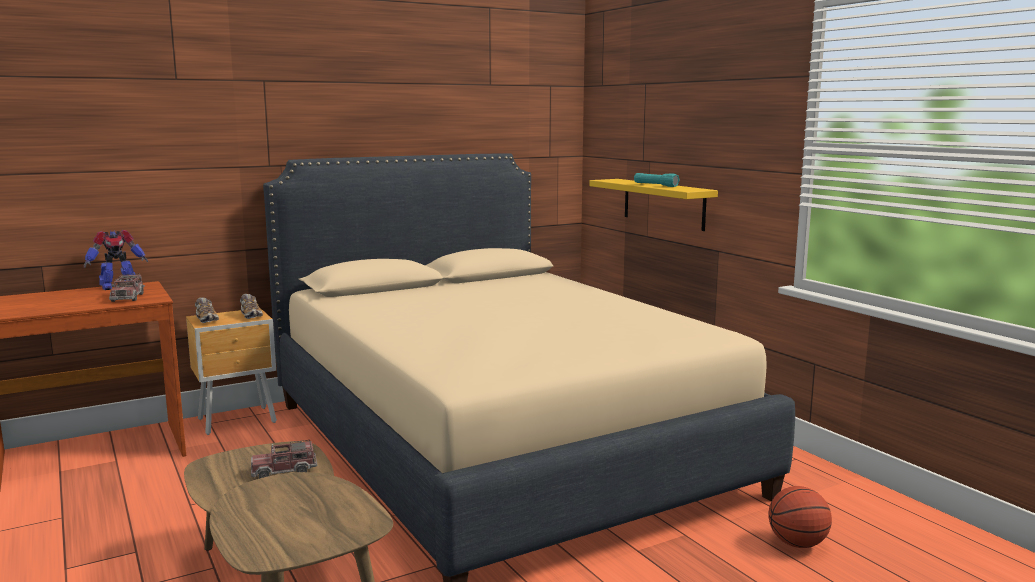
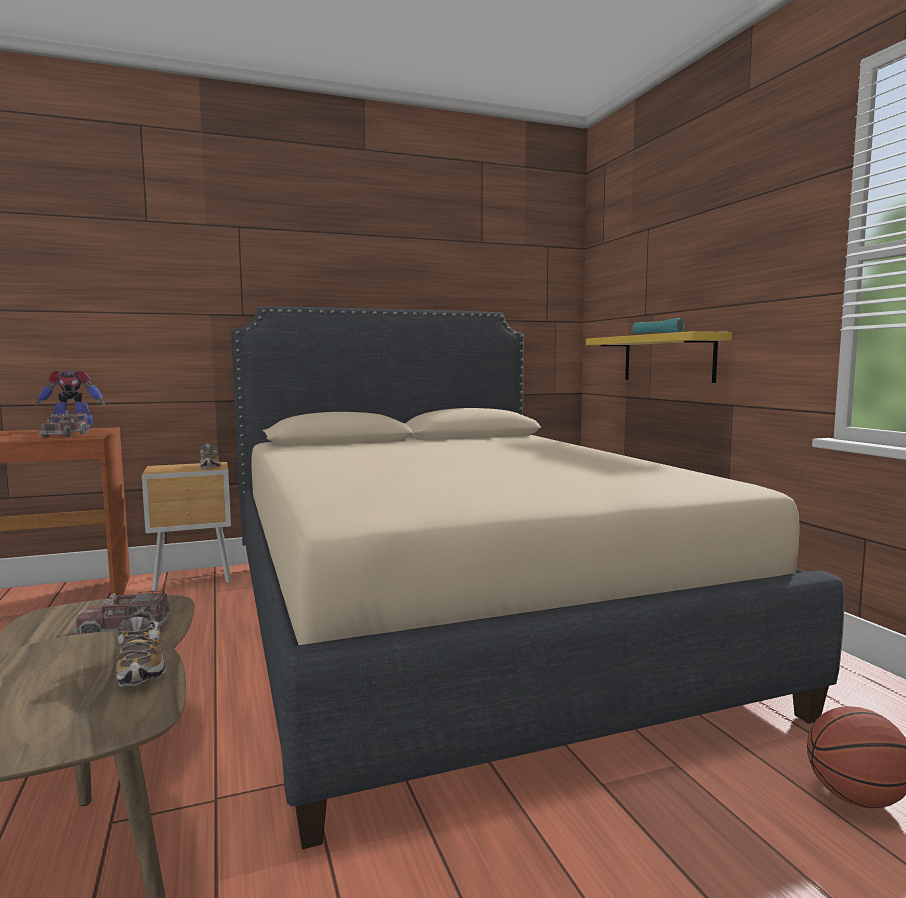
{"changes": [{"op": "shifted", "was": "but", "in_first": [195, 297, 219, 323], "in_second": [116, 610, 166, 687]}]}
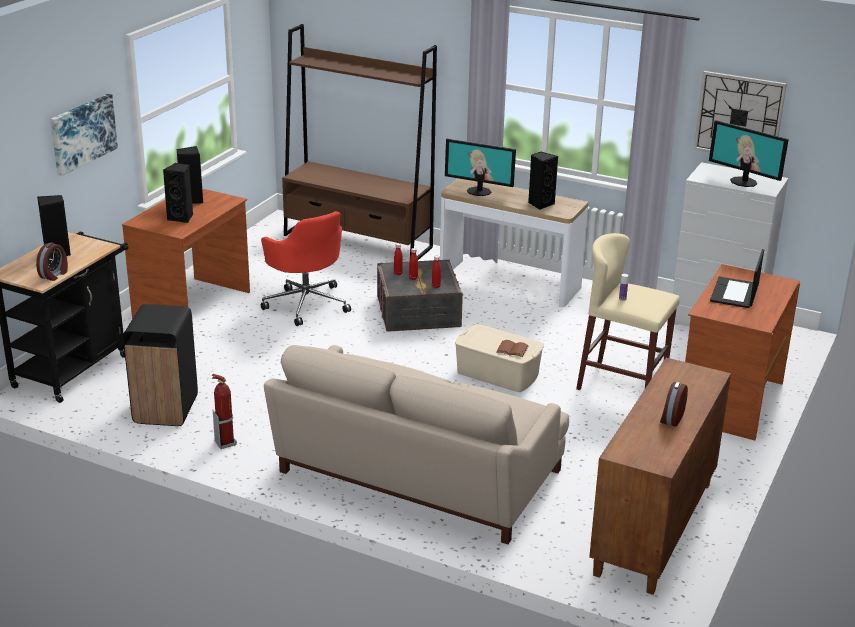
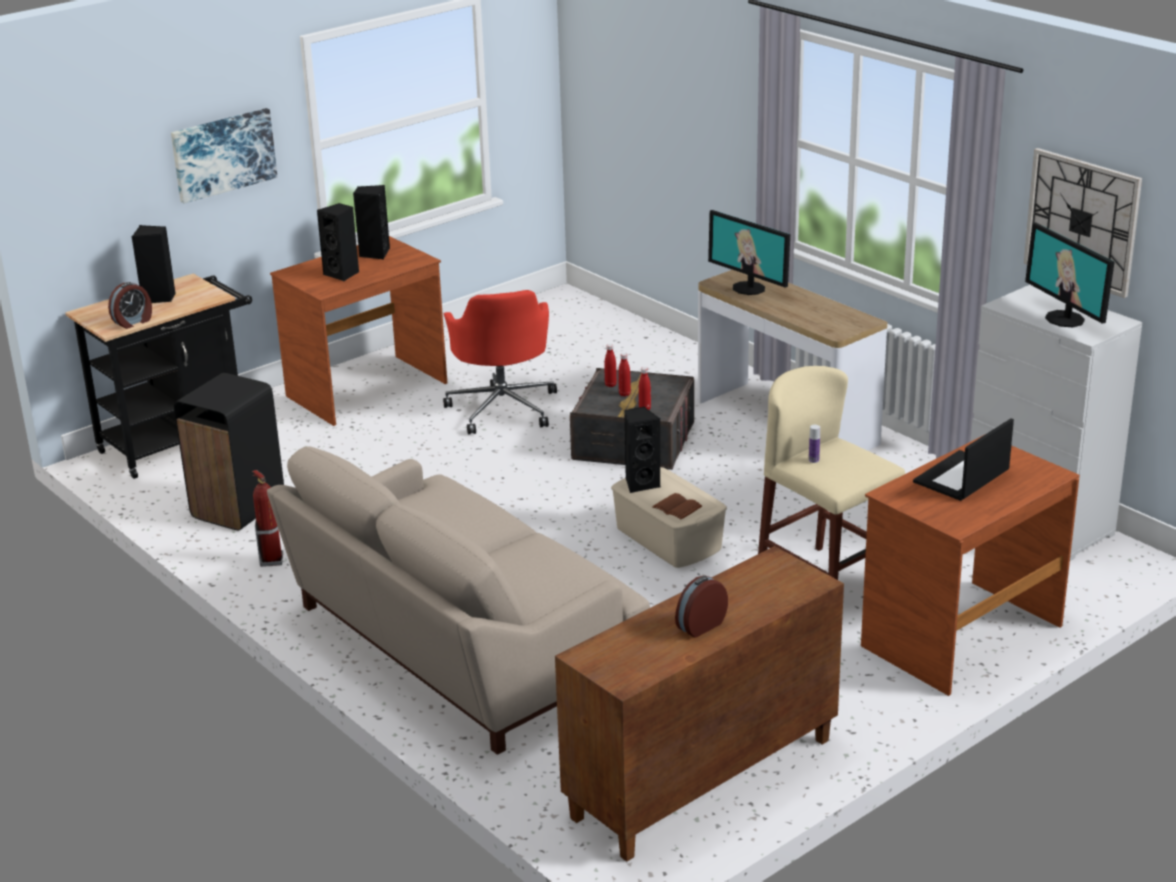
{"changes": [{"op": "gone", "was": "regał [brązowy]", "in_first": [282, 24, 437, 260]}, {"op": "shifted", "was": "głośnik [czarny]", "in_first": [528, 152, 558, 210], "in_second": [624, 407, 661, 493]}]}
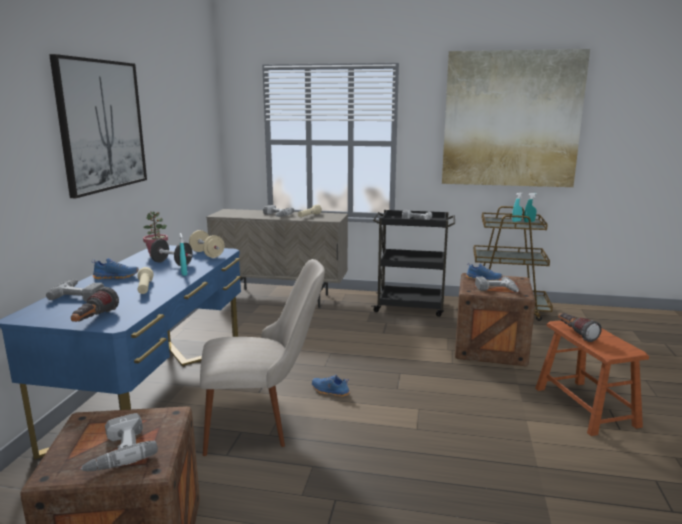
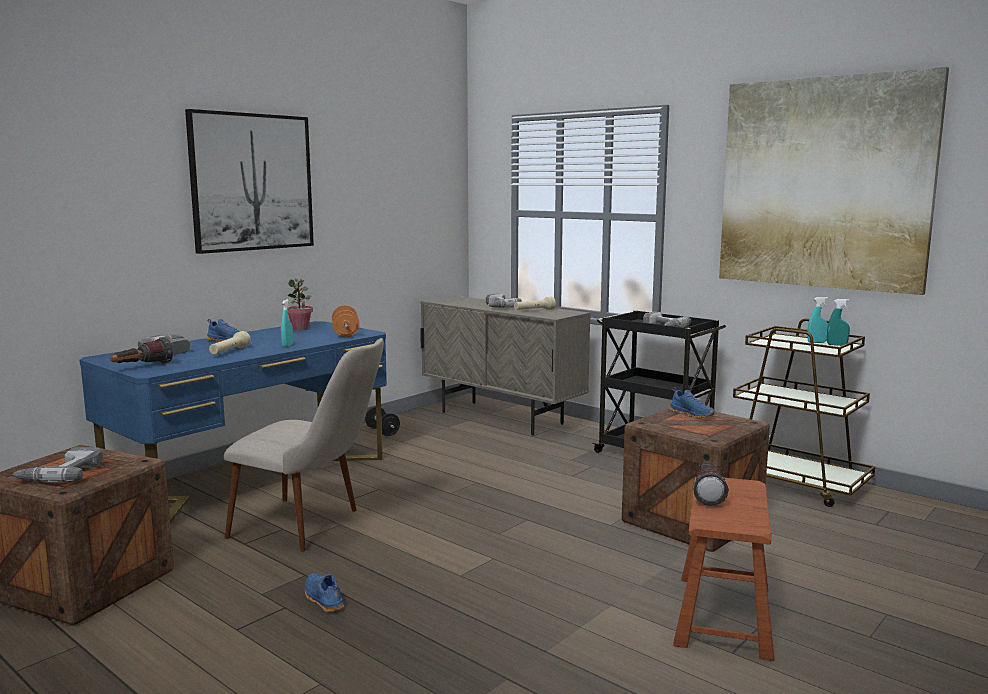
{"changes": [{"op": "gone", "was": "wiertarka", "in_first": [475, 277, 519, 292]}, {"op": "shifted", "was": "hantel [czarny]", "in_first": [150, 239, 193, 266], "in_second": [365, 407, 400, 436]}, {"op": "shifted", "was": "but [niebieski]", "in_first": [312, 375, 350, 397], "in_second": [305, 573, 344, 612]}, {"op": "repainted", "was": "hantel [beżowy]", "now": "hantel [pomarańczowy]", "in_first": [189, 230, 224, 258], "in_second": [332, 305, 360, 337]}]}
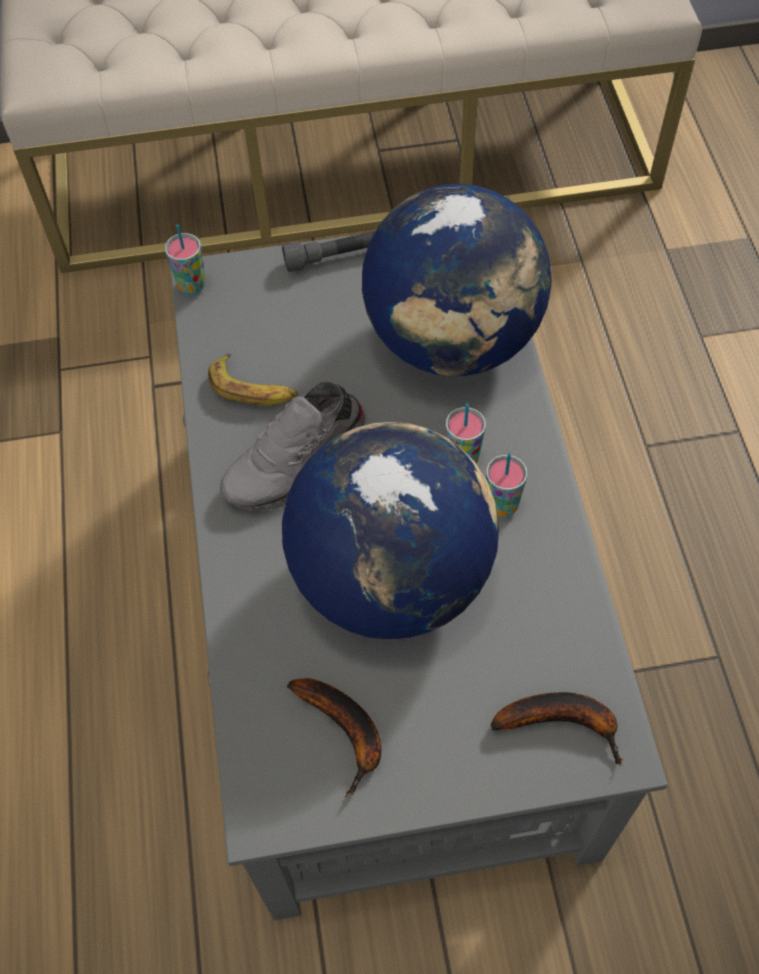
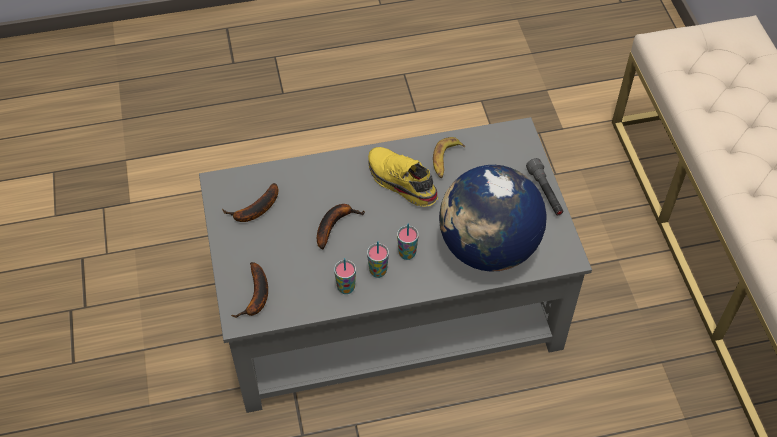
{"changes": [{"op": "shifted", "was": "filiżanka", "in_first": [165, 225, 206, 295], "in_second": [334, 258, 356, 294]}, {"op": "swapped", "was": "globus", "now": "banan", "in_first": [282, 422, 499, 640], "in_second": [317, 204, 365, 249]}, {"op": "repainted", "was": "but [szary]", "now": "but [żółty]", "in_first": [220, 381, 367, 511], "in_second": [368, 147, 438, 207]}]}
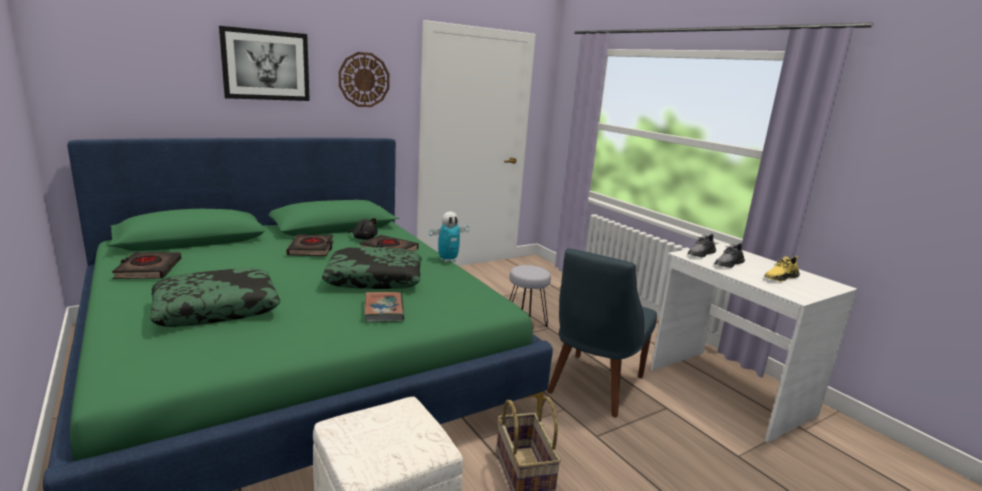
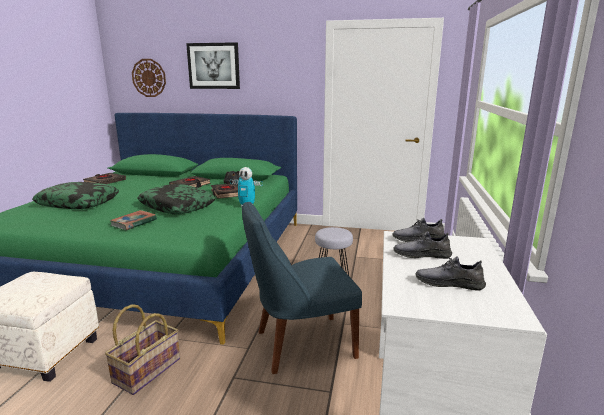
{"changes": [{"op": "shifted", "was": "zegar ścienny", "in_first": [338, 52, 390, 107], "in_second": [132, 59, 166, 97]}, {"op": "repainted", "was": "but [żółty]", "now": "but [szary]", "in_first": [764, 256, 800, 281], "in_second": [416, 256, 486, 291]}]}
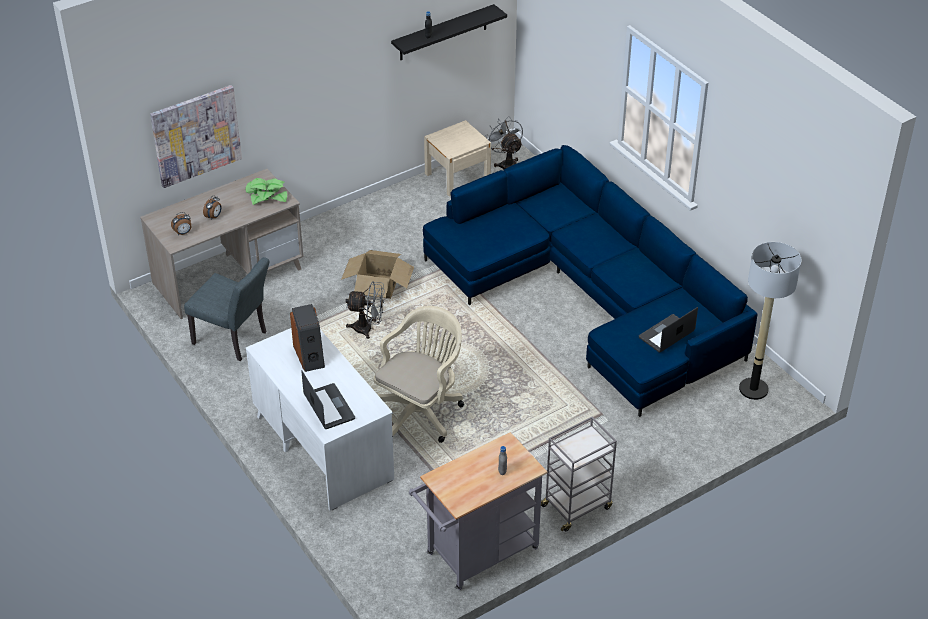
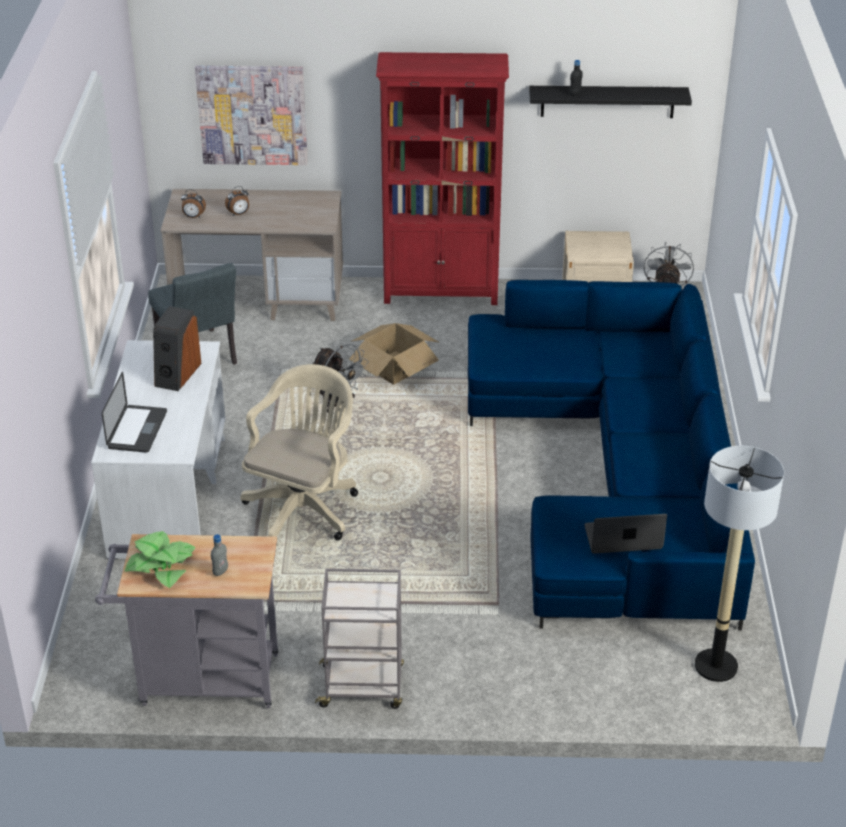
{"changes": [{"op": "new", "now": "regał [czerwony]", "in_second": [376, 52, 509, 305]}, {"op": "shifted", "was": "roślina doniczkowa", "in_first": [246, 178, 287, 205], "in_second": [125, 531, 196, 588]}, {"op": "rotated", "was": "krzesło biurowe [beżowy]", "in_first": [373, 306, 464, 443], "in_second": [240, 364, 358, 541], "clockwise": -45}]}
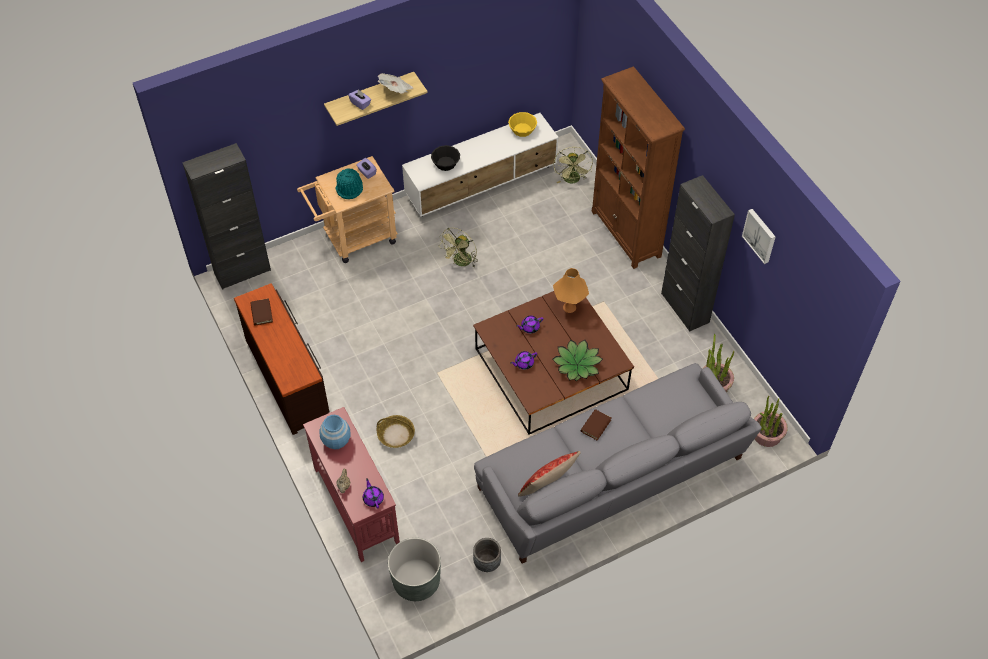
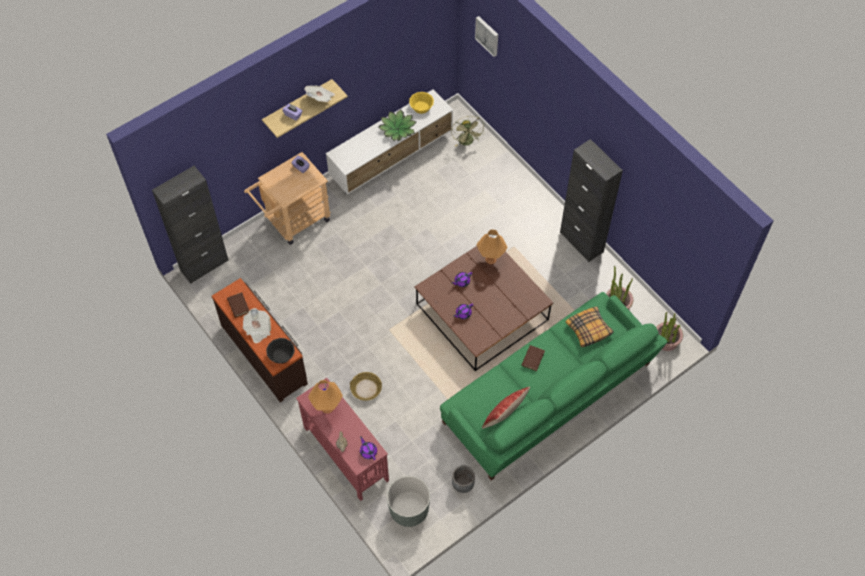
{"changes": [{"op": "gone", "was": "kapelusz [turkusowy]", "in_first": [336, 168, 363, 199]}, {"op": "gone", "was": "wentylator [zielony]", "in_first": [438, 228, 478, 267]}, {"op": "gone", "was": "regał [brązowy]", "in_first": [592, 66, 685, 269]}, {"op": "new", "now": "gazeta", "in_second": [243, 308, 271, 343]}, {"op": "new", "now": "poduszka", "in_second": [566, 307, 614, 347]}, {"op": "shifted", "was": "miska [czarny]", "in_first": [431, 145, 460, 171], "in_second": [266, 338, 295, 364]}, {"op": "shifted", "was": "roślina doniczkowa", "in_first": [552, 340, 603, 381], "in_second": [378, 109, 416, 141]}, {"op": "shifted", "was": "obraz", "in_first": [742, 209, 775, 264], "in_second": [475, 16, 498, 57]}, {"op": "swapped", "was": "wazon [niebieski]", "now": "lampa stołowa [pomarańczowy]", "in_first": [319, 415, 351, 449], "in_second": [308, 380, 343, 414]}, {"op": "repainted", "was": "kanapa [szary]", "now": "kanapa [zielony]", "in_first": [474, 363, 762, 564], "in_second": [440, 292, 668, 480]}]}
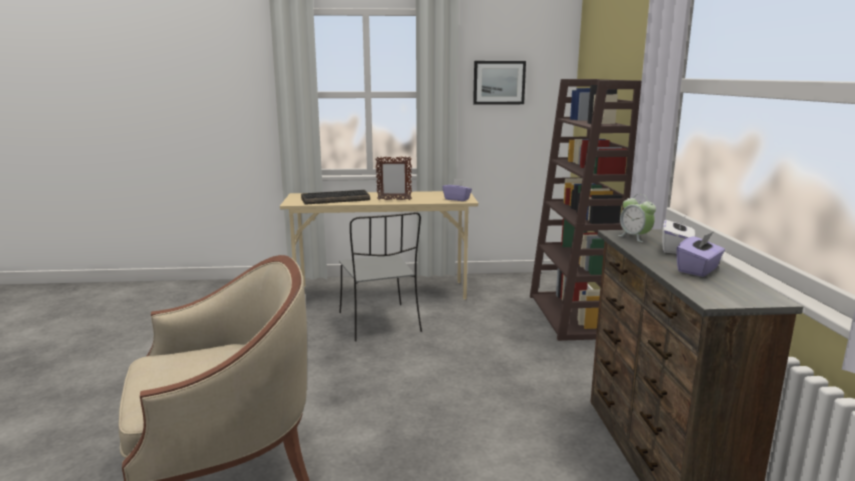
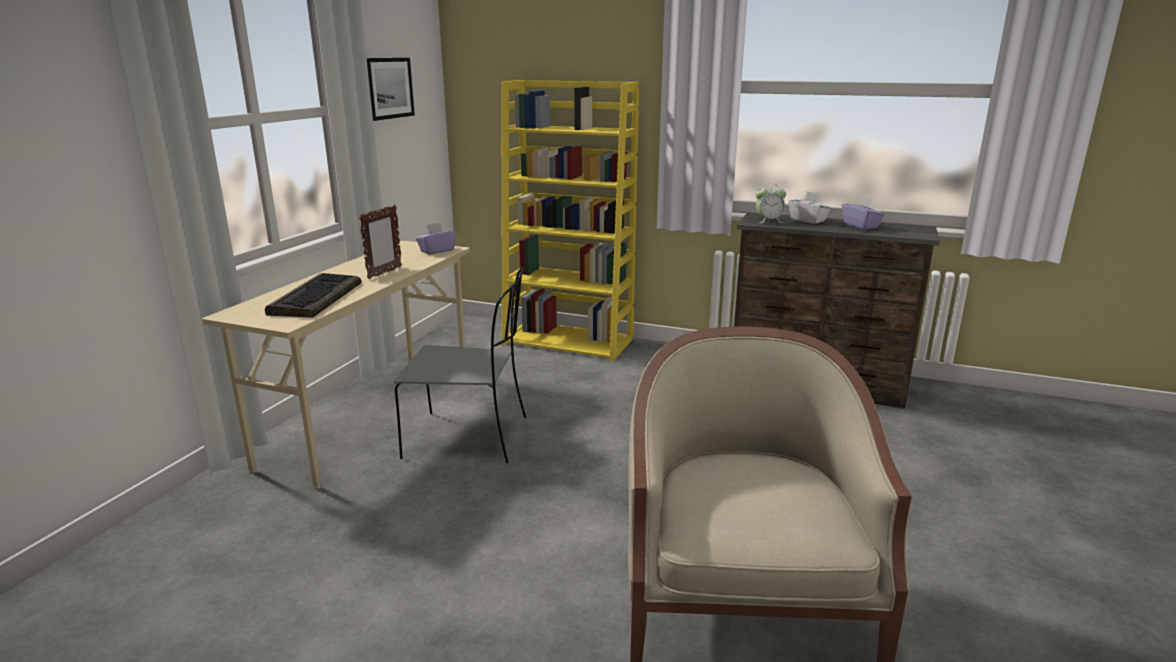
{"changes": [{"op": "repainted", "was": "regał [brązowy]", "now": "regał [żółty]", "in_first": [530, 79, 642, 341], "in_second": [501, 80, 640, 362]}]}
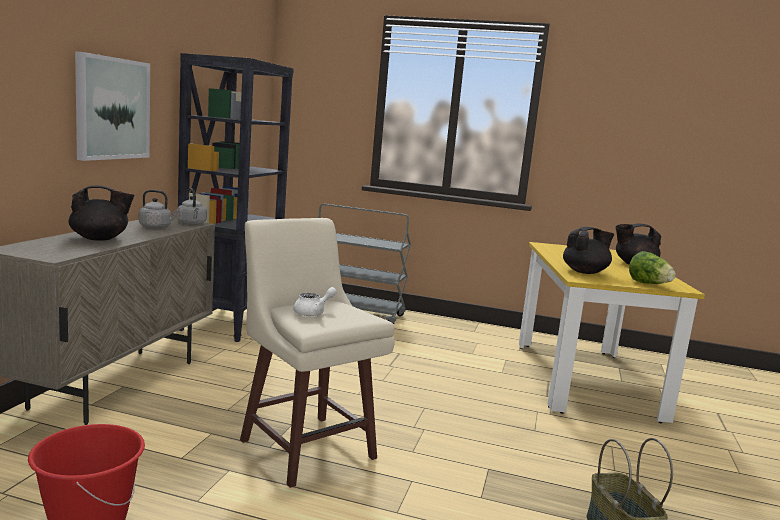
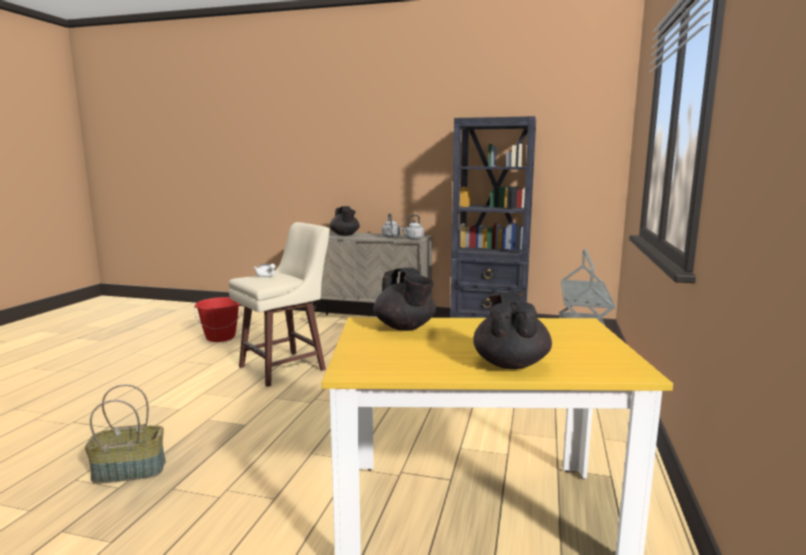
{"changes": [{"op": "gone", "was": "obraz", "in_first": [75, 51, 150, 161]}, {"op": "gone", "was": "sałata", "in_first": [629, 251, 676, 284]}]}
